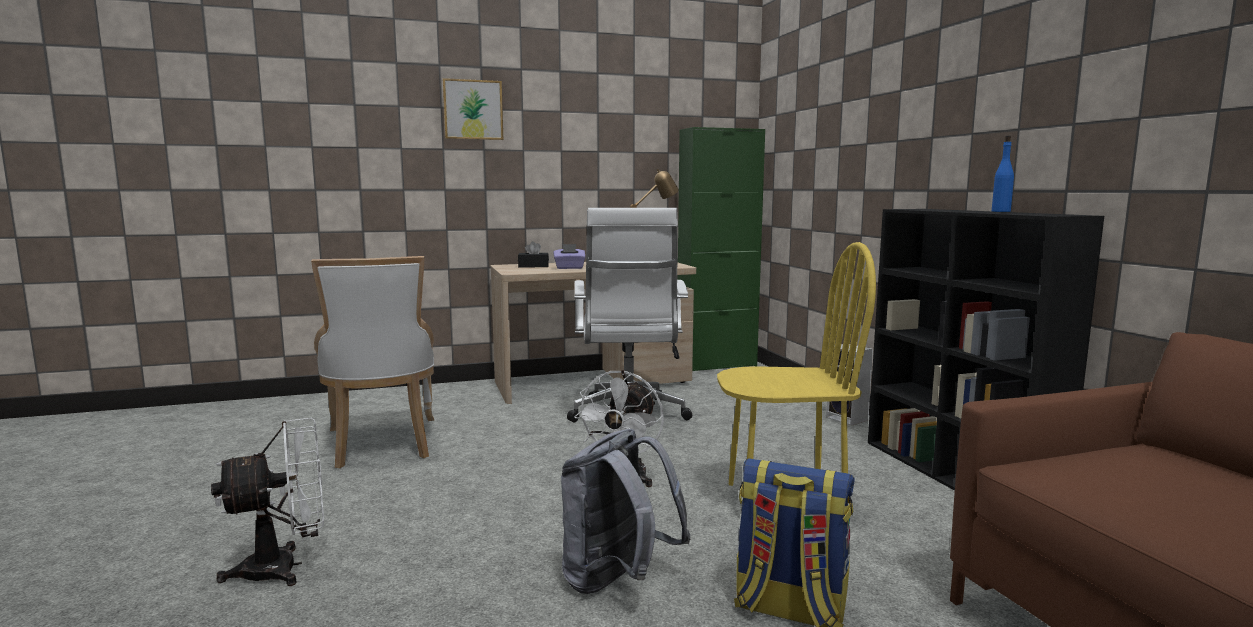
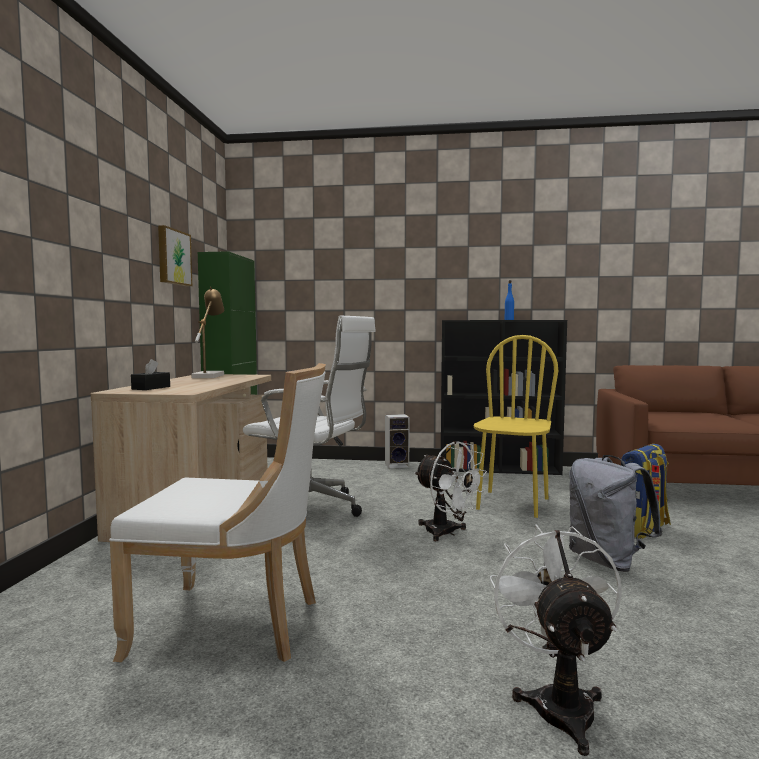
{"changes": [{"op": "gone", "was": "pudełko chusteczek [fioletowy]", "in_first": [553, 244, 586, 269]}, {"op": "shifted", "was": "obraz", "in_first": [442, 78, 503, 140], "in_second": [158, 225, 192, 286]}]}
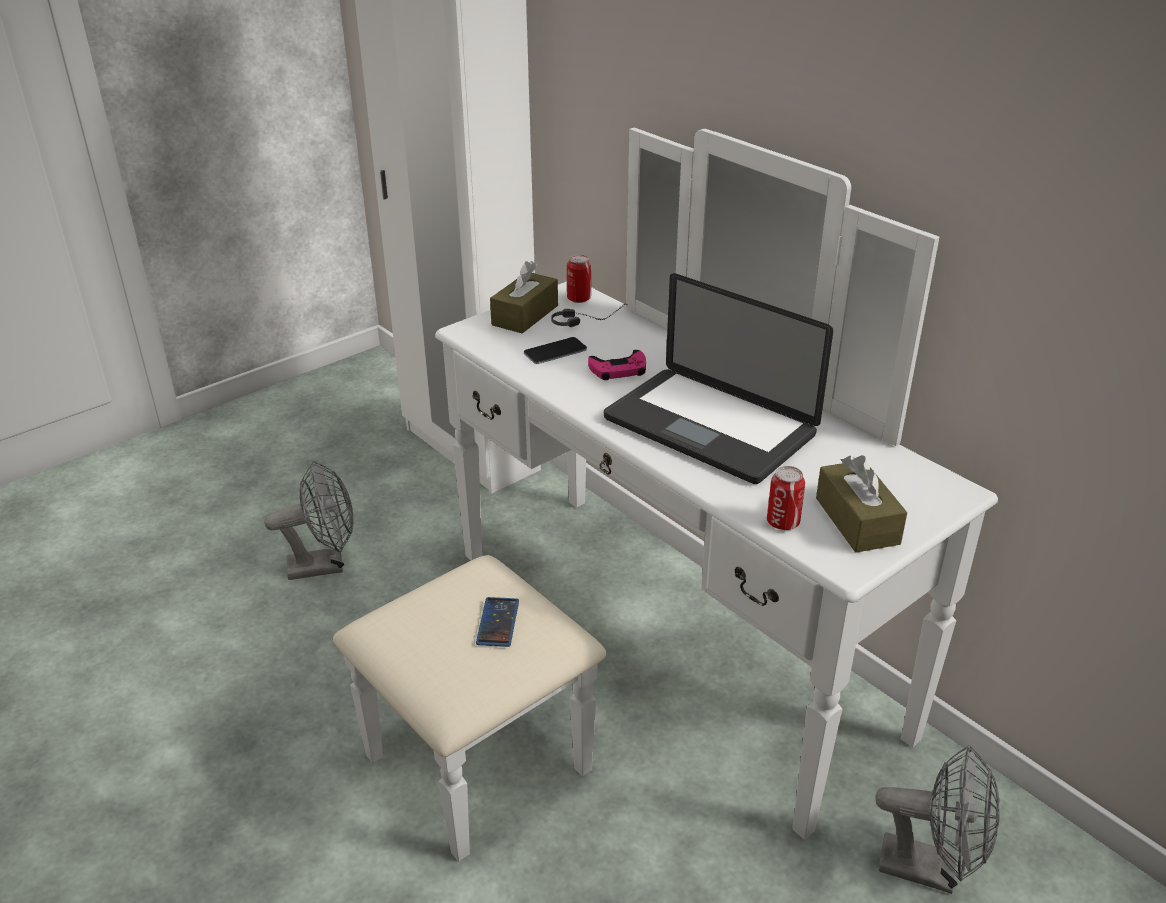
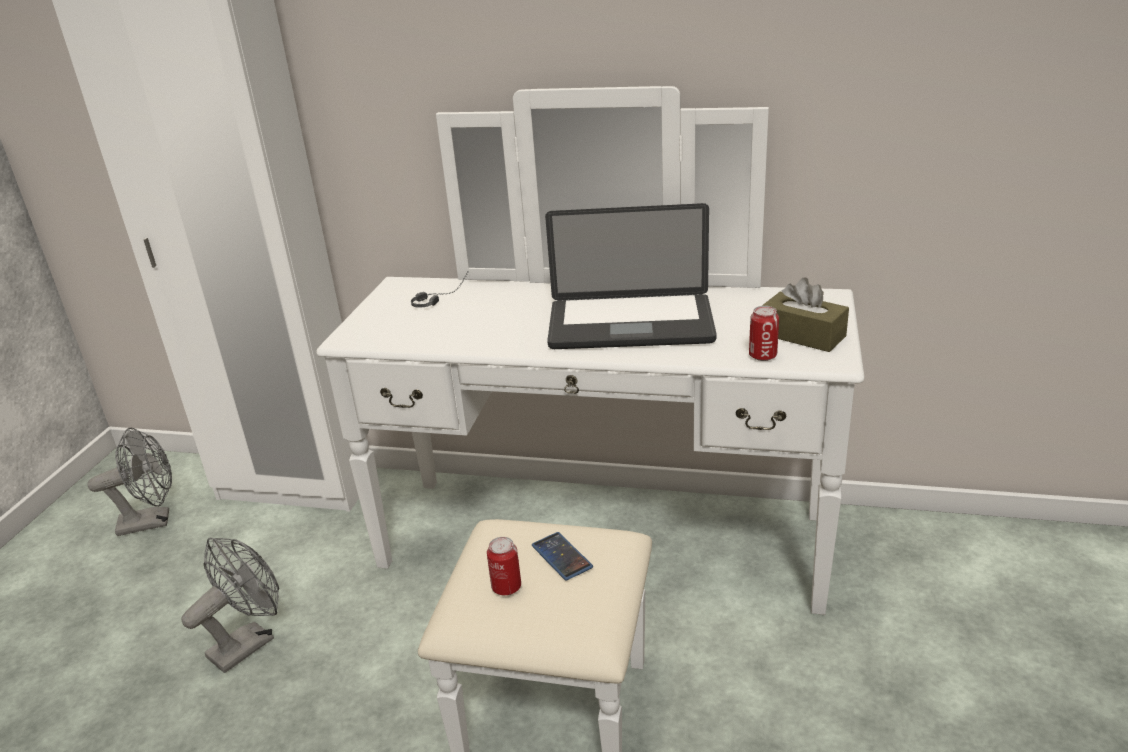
{"changes": [{"op": "gone", "was": "pudełko chusteczek [brązowy]", "in_first": [490, 261, 558, 334]}, {"op": "gone", "was": "telefon", "in_first": [524, 337, 587, 364]}, {"op": "gone", "was": "pad do gier [różowy]", "in_first": [588, 350, 646, 380]}, {"op": "shifted", "was": "puszka", "in_first": [567, 254, 591, 303], "in_second": [487, 537, 521, 595]}, {"op": "shifted", "was": "wentylator [szary]", "in_first": [875, 745, 1000, 894], "in_second": [88, 428, 172, 536]}]}
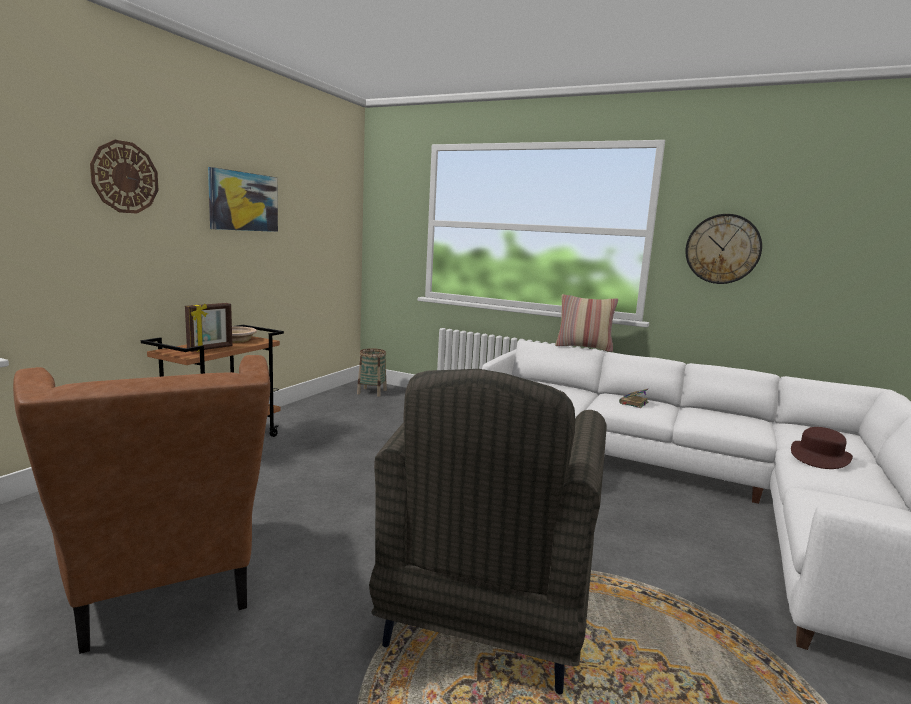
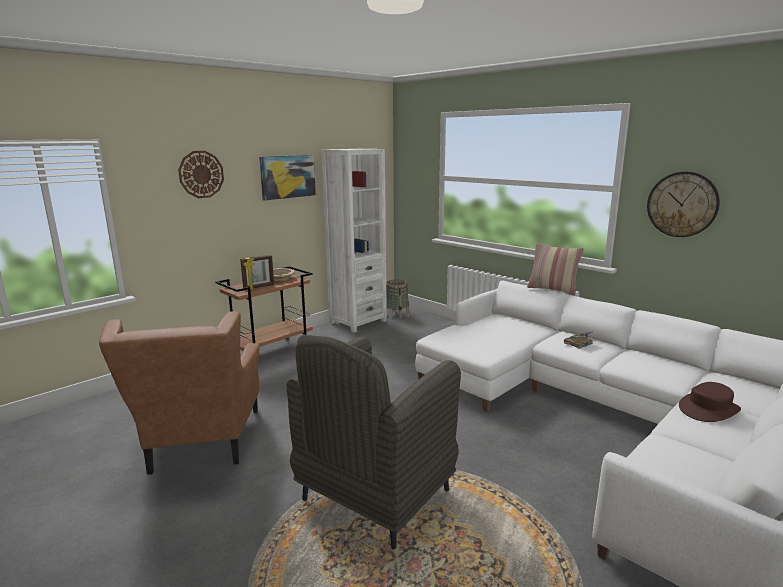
{"changes": [{"op": "new", "now": "regał [biały]", "in_second": [322, 149, 387, 333]}]}
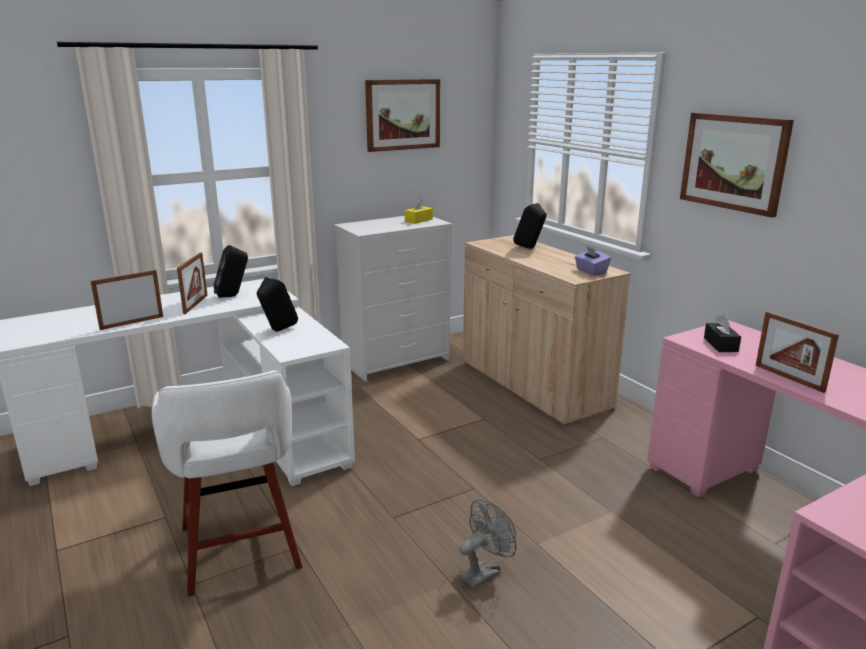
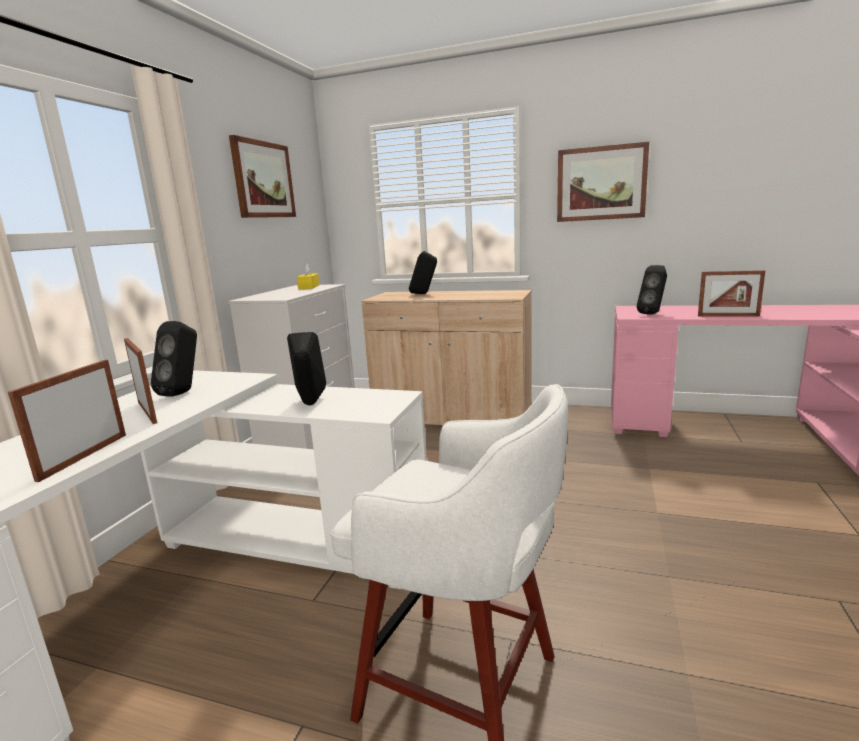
{"changes": [{"op": "gone", "was": "wentylator [szary]", "in_first": [459, 500, 516, 589]}, {"op": "gone", "was": "pudełko chusteczek [fioletowy]", "in_first": [575, 246, 611, 275]}, {"op": "swapped", "was": "pudełko chusteczek [czarny]", "now": "głośnik [czarny]", "in_first": [704, 314, 741, 352], "in_second": [637, 265, 667, 315]}]}
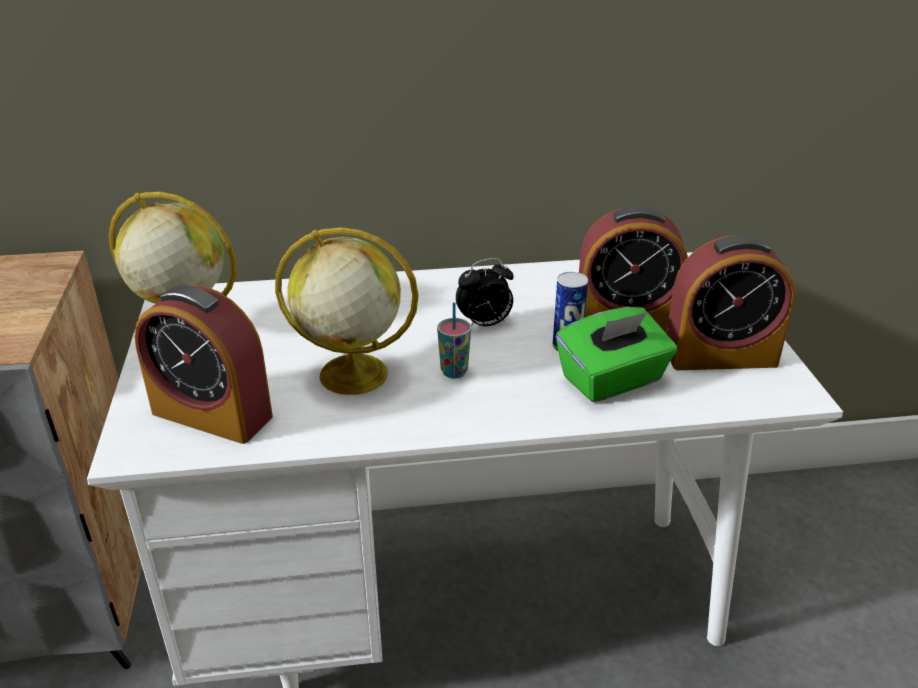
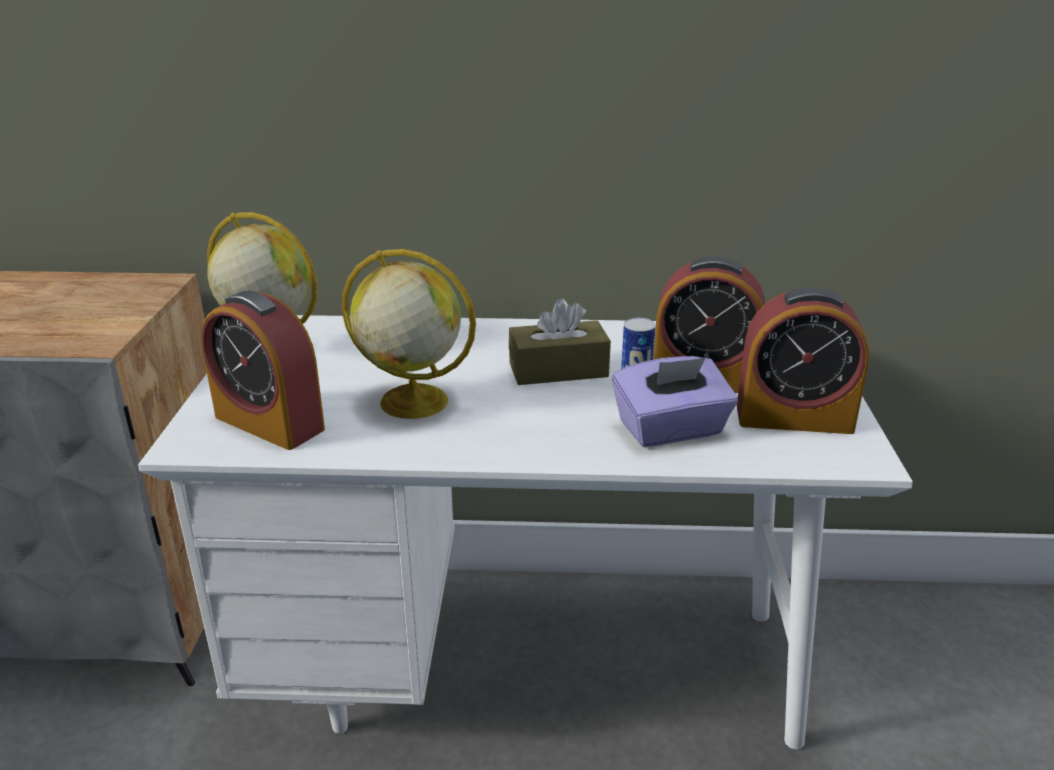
{"changes": [{"op": "gone", "was": "filiżanka", "in_first": [437, 302, 471, 379]}, {"op": "swapped", "was": "budzik", "now": "pudełko chusteczek [brązowy]", "in_first": [456, 258, 514, 327], "in_second": [509, 298, 611, 385]}, {"op": "repainted", "was": "pudełko chusteczek [zielony]", "now": "pudełko chusteczek [fioletowy]", "in_first": [556, 307, 677, 402], "in_second": [612, 356, 738, 447]}]}
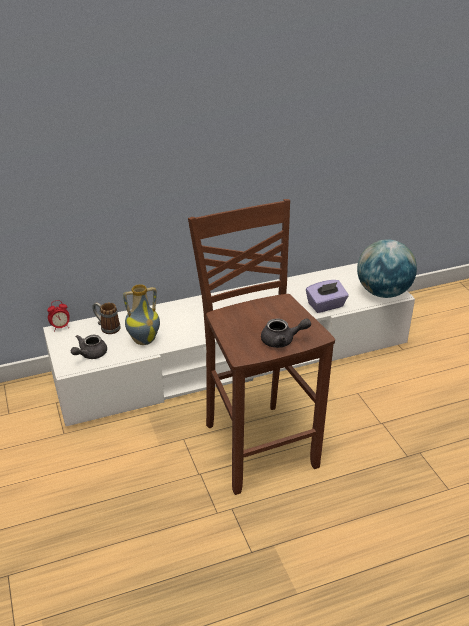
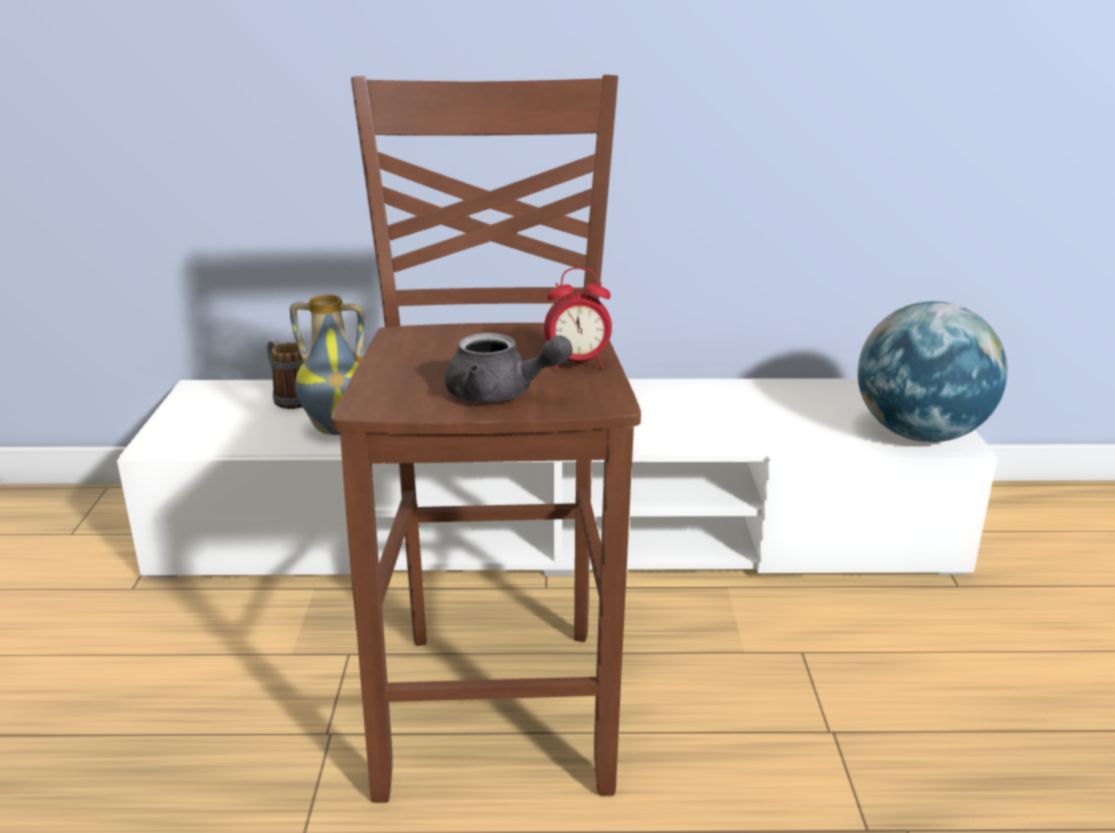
{"changes": [{"op": "gone", "was": "imbryk [szary]", "in_first": [71, 335, 107, 359]}, {"op": "gone", "was": "pudełko chusteczek [fioletowy]", "in_first": [306, 280, 349, 313]}, {"op": "shifted", "was": "budzik", "in_first": [47, 300, 70, 332], "in_second": [544, 267, 612, 369]}]}
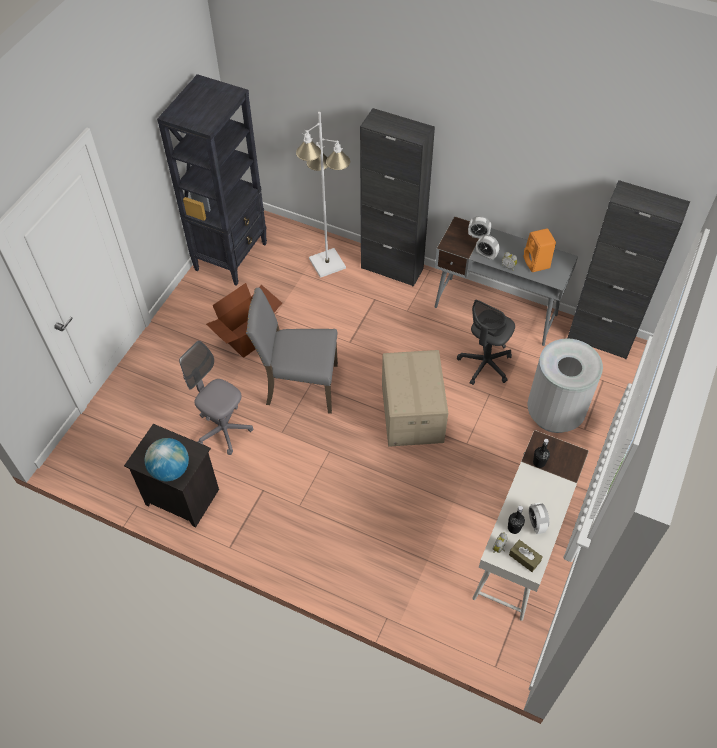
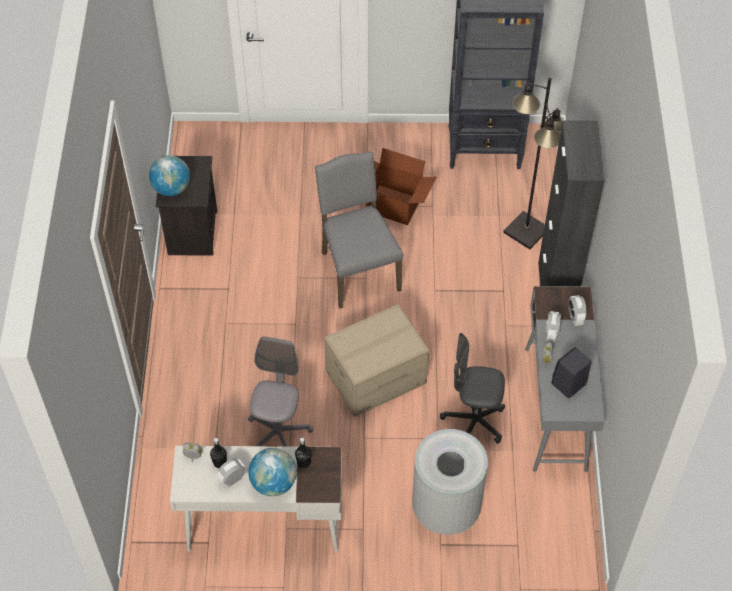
{"changes": [{"op": "gone", "was": "pudełko chusteczek [brązowy]", "in_first": [509, 540, 543, 572]}, {"op": "gone", "was": "szafka [czarny]", "in_first": [567, 180, 690, 359]}, {"op": "new", "now": "globus", "in_second": [248, 448, 297, 496]}, {"op": "shifted", "was": "krzesło biurowe [szary]", "in_first": [179, 341, 253, 455], "in_second": [248, 337, 313, 447]}, {"op": "repainted", "was": "lampa stojąca [biały]", "now": "lampa stojąca [czarny]", "in_first": [296, 112, 350, 278], "in_second": [503, 77, 563, 249]}, {"op": "repainted", "was": "głośnik [pomarańczowy]", "now": "głośnik [czarny]", "in_first": [523, 228, 556, 272], "in_second": [551, 347, 592, 398]}]}
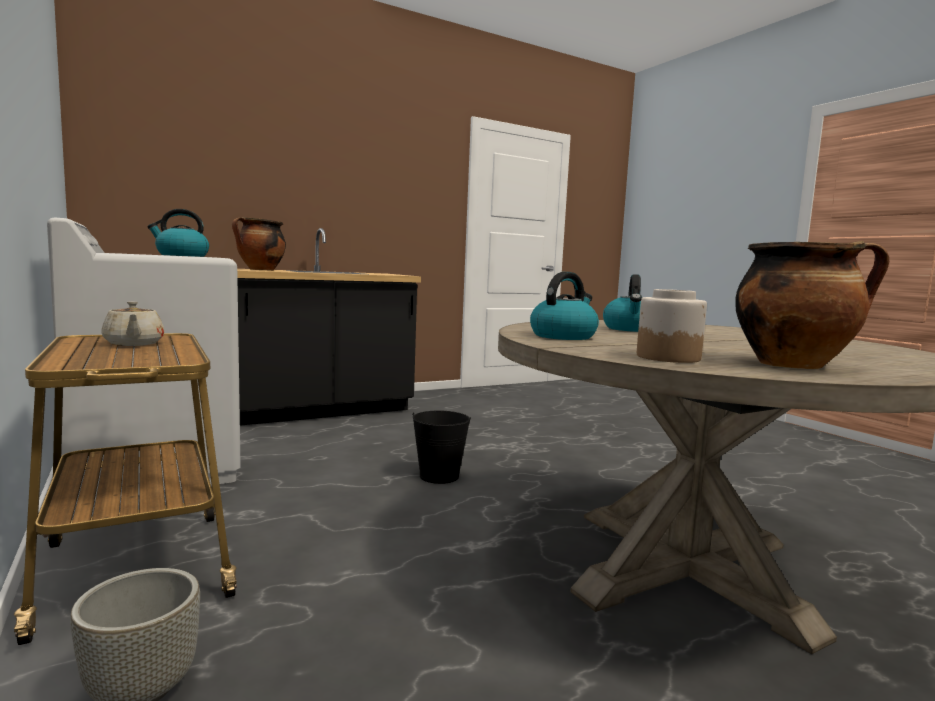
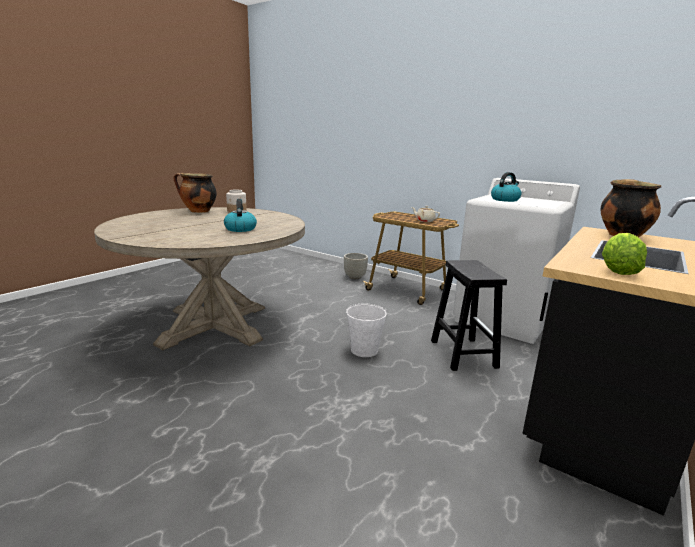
{"changes": [{"op": "gone", "was": "czajnik", "in_first": [530, 272, 599, 340]}, {"op": "new", "now": "stołek [czarny]", "in_second": [431, 260, 507, 371]}, {"op": "new", "now": "sałata", "in_second": [602, 233, 647, 275]}, {"op": "repainted", "was": "wiadro [czarny]", "now": "wiadro [biały]", "in_first": [412, 411, 471, 484], "in_second": [346, 304, 387, 357]}]}
